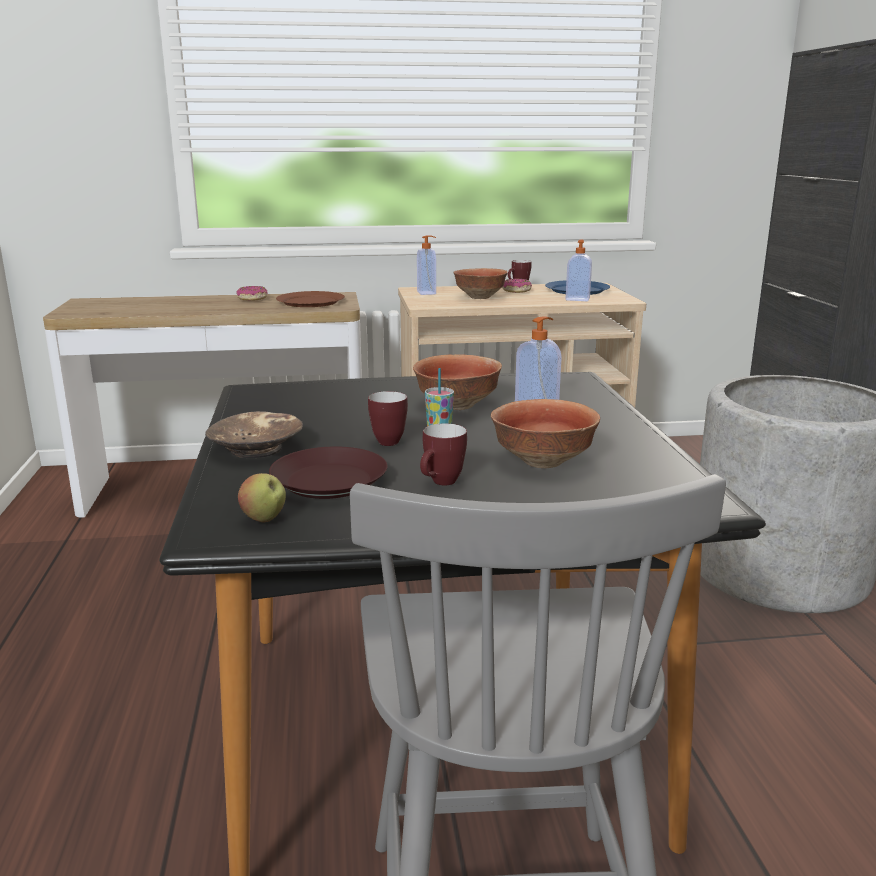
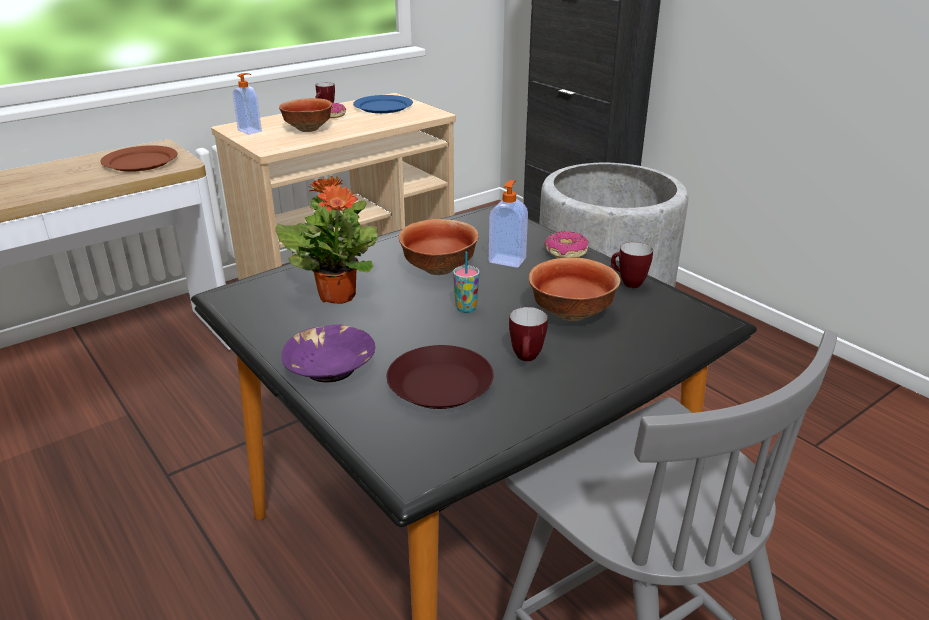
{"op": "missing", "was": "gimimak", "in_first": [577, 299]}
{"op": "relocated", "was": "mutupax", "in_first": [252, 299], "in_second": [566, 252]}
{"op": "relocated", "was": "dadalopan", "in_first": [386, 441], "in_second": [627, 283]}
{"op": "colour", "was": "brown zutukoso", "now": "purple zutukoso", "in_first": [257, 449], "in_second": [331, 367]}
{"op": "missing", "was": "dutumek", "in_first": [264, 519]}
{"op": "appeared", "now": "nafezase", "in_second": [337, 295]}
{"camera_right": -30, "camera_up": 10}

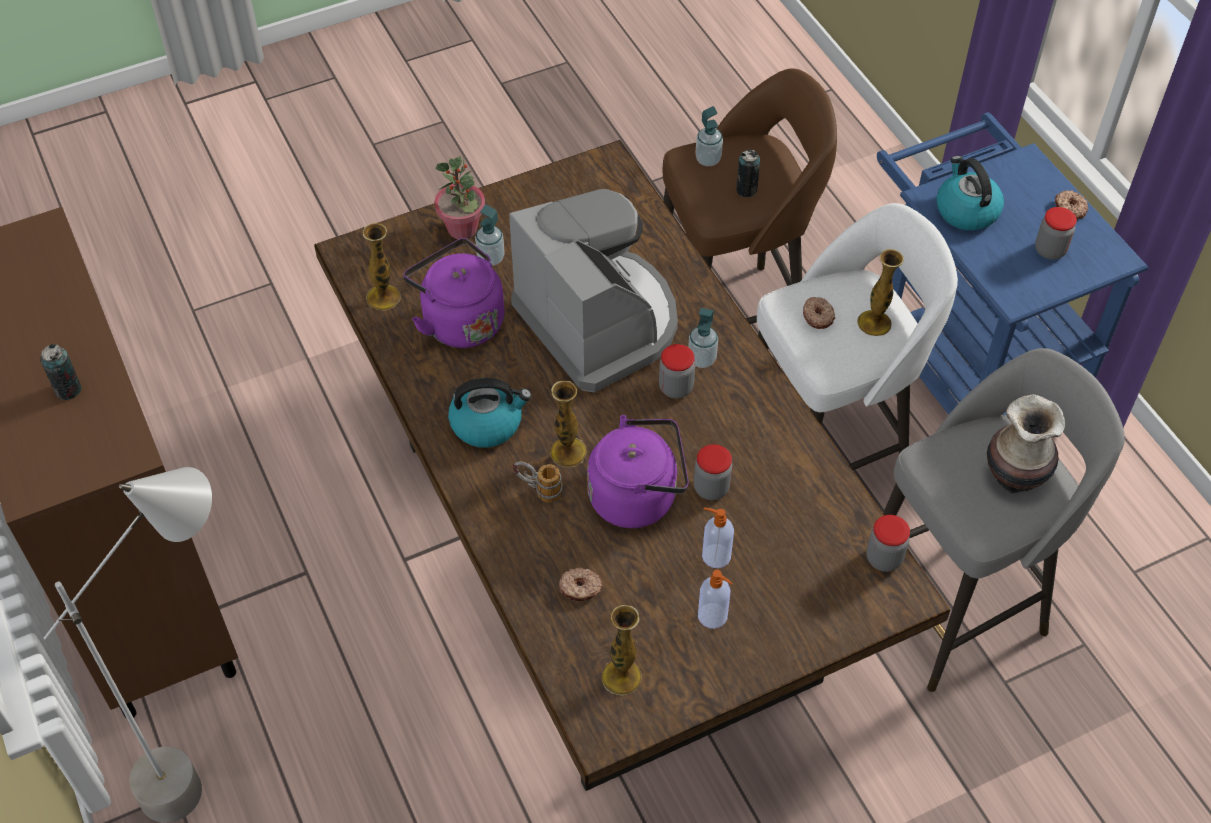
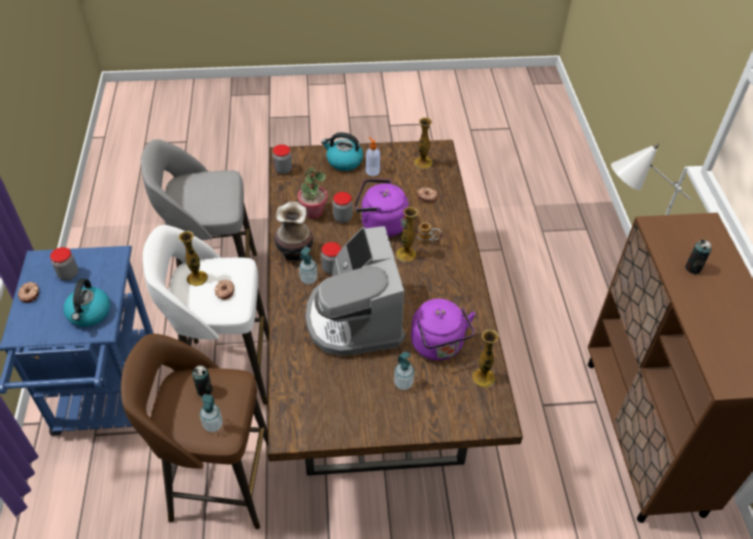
{"op": "relocated", "was": "nafezase", "in_first": [462, 229], "in_second": [313, 212]}
{"op": "relocated", "was": "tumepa", "in_first": [487, 423], "in_second": [343, 161]}
{"op": "relocated", "was": "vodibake", "in_first": [1016, 477], "in_second": [294, 252]}
{"op": "missing", "was": "gimimak", "in_first": [715, 556]}
{"camera_right": -160, "camera_up": -5}

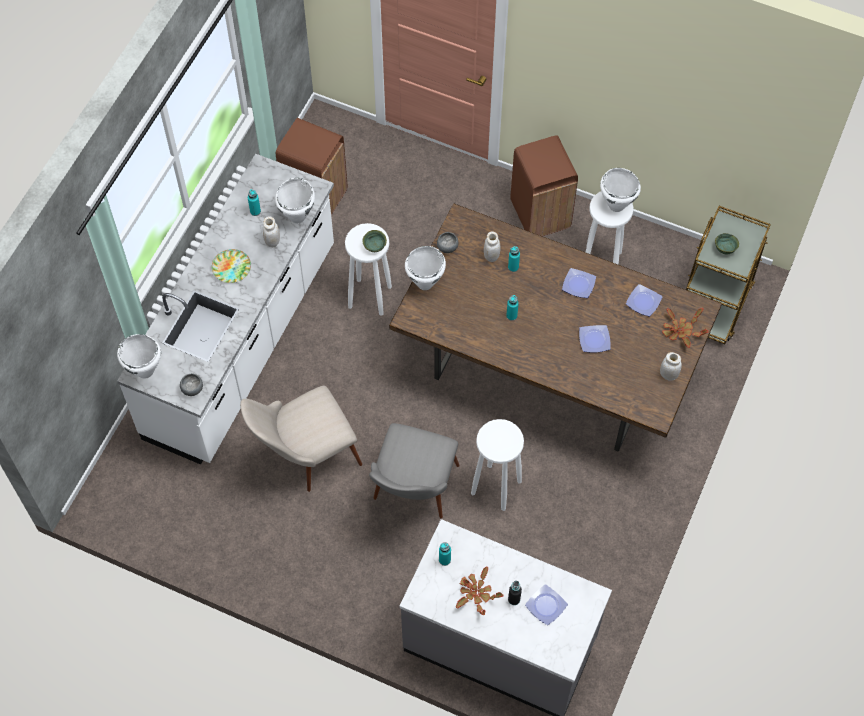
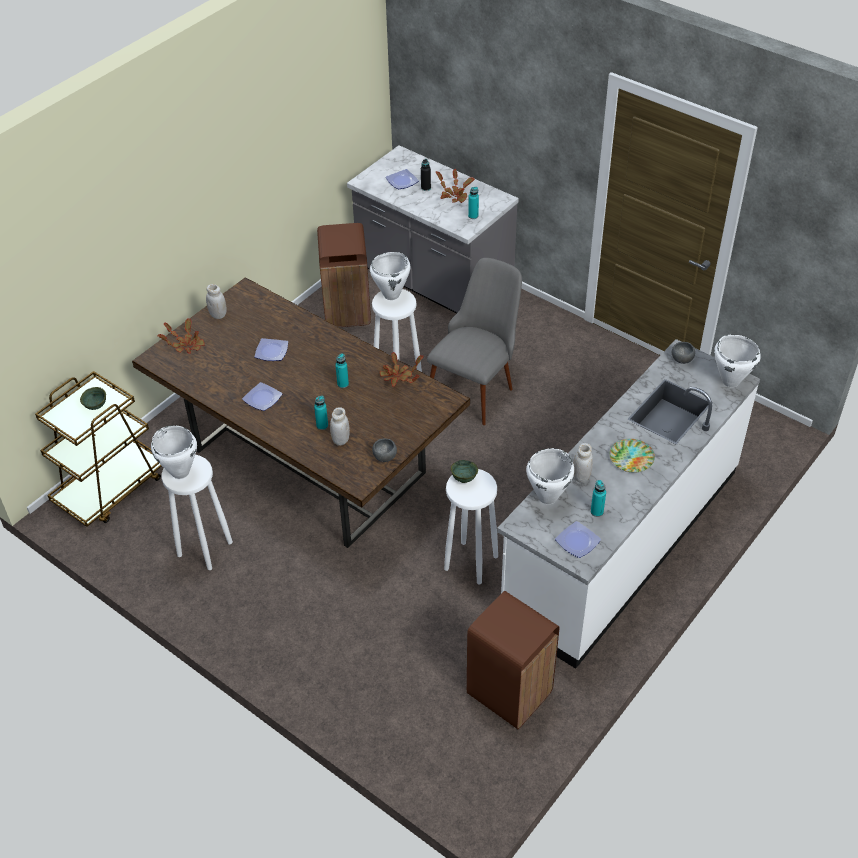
{"op": "relocated", "was": "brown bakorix", "in_first": [540, 215], "in_second": [347, 310]}
{"op": "relocated", "was": "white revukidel", "in_first": [424, 283], "in_second": [392, 295]}
{"op": "relocated", "was": "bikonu", "in_first": [643, 302], "in_second": [577, 541]}
{"op": "missing", "was": "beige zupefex", "in_first": [305, 457]}
{"op": "appeared", "now": "nafezase", "in_second": [398, 377]}
{"camera_right": -165, "camera_up": -15}

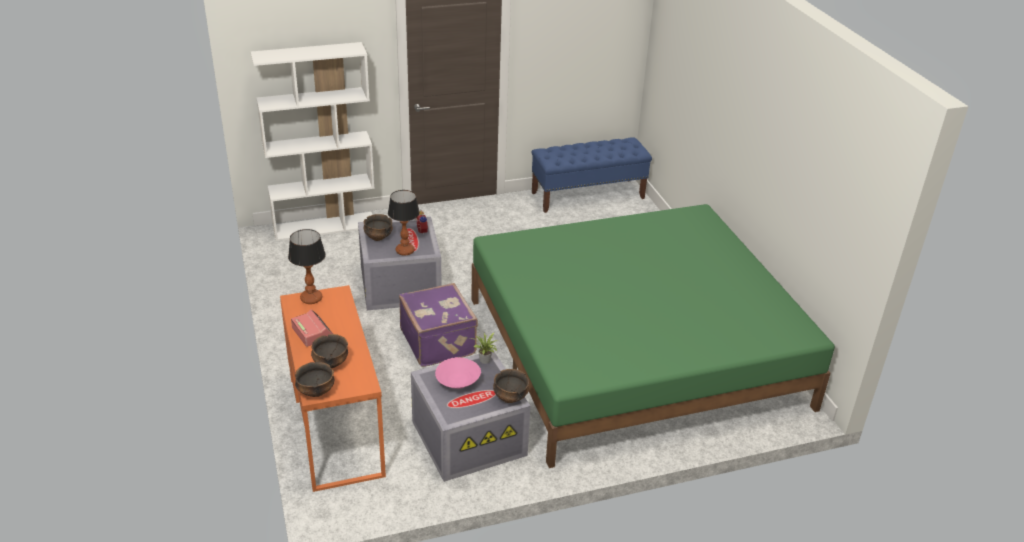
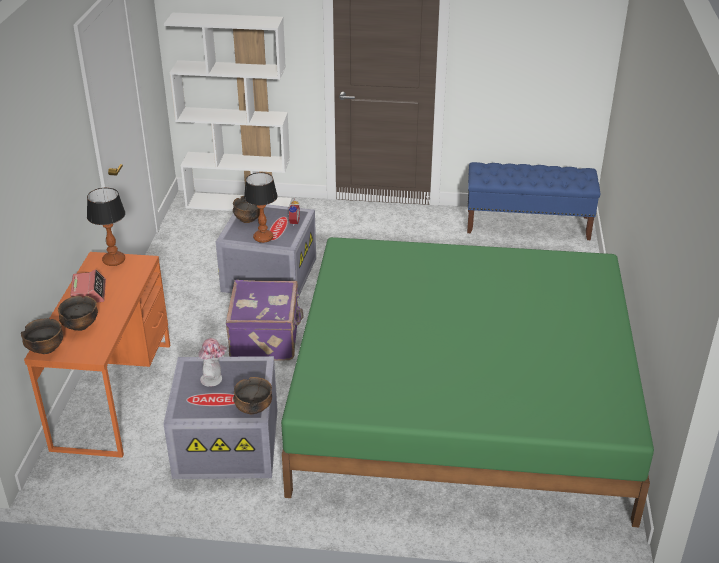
{"op": "missing", "was": "nafezase", "in_first": [485, 361]}
{"op": "exchanged", "was": "pink zutukoso", "now": "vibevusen", "in_first": [457, 382], "in_second": [214, 379]}
{"camera_right": 25, "camera_up": 0}

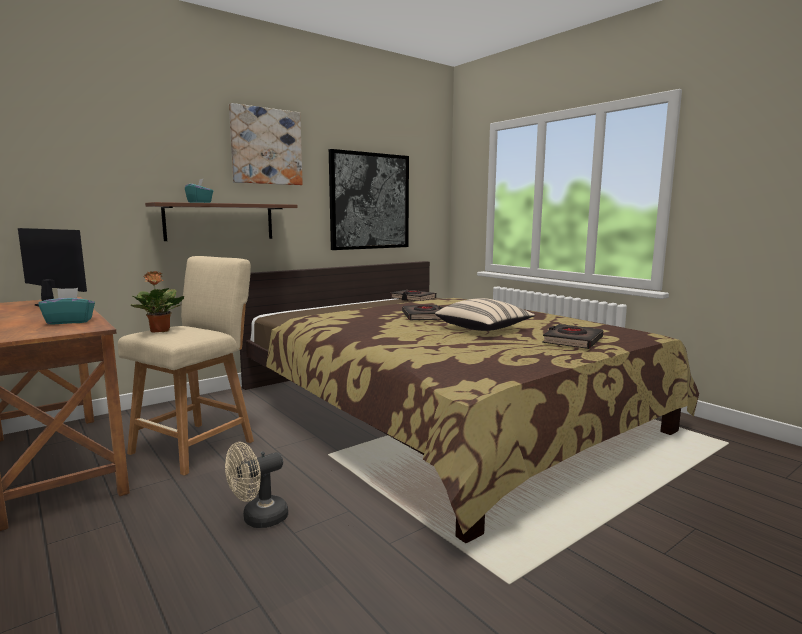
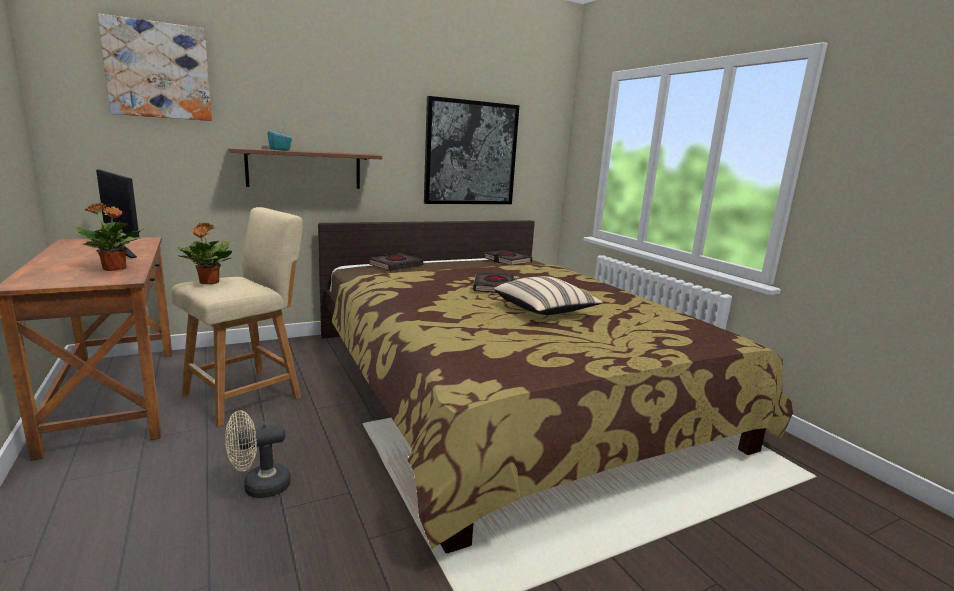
{"op": "relocated", "was": "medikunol", "in_first": [266, 146], "in_second": [158, 71]}
{"op": "exchanged", "was": "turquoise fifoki", "now": "nafezase", "in_first": [70, 321], "in_second": [115, 269]}
{"op": "relocated", "was": "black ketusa", "in_first": [572, 341], "in_second": [395, 266]}
{"camera_right": 10, "camera_up": 5}

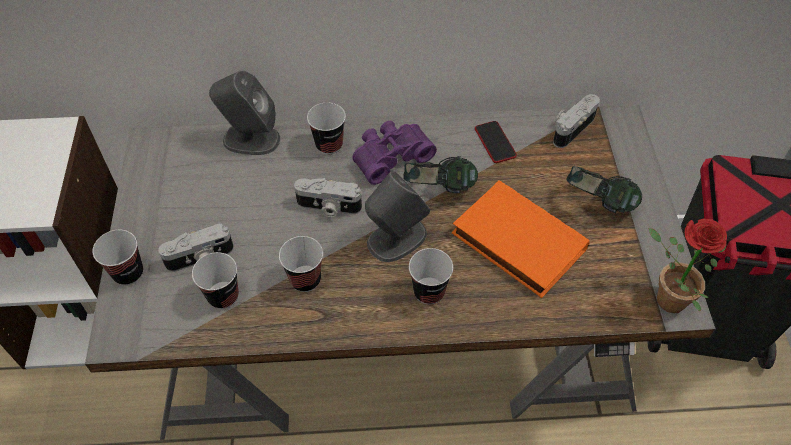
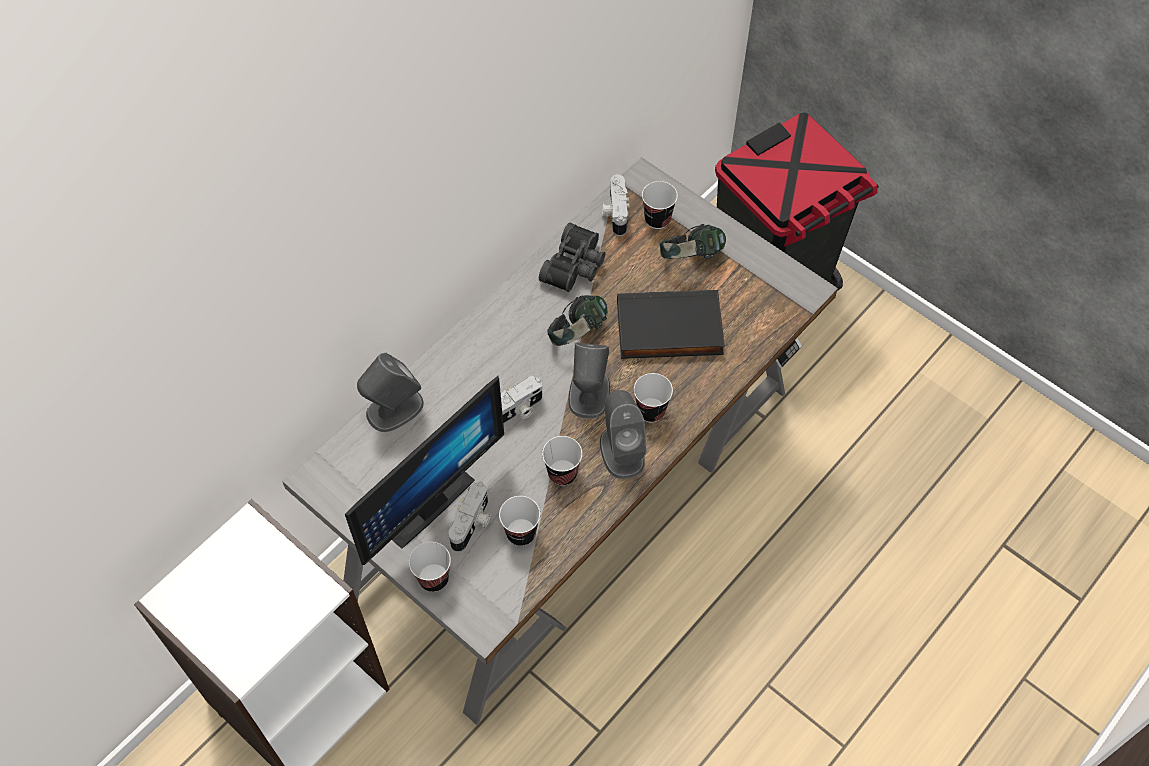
{"op": "relocated", "was": "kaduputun", "in_first": [329, 145], "in_second": [657, 219]}
{"op": "missing", "was": "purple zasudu", "in_first": [390, 156]}
{"op": "exchanged", "was": "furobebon", "now": "black zasudu", "in_first": [495, 142], "in_second": [576, 266]}
{"op": "colour", "was": "orange ketusa", "now": "black ketusa", "in_first": [516, 243], "in_second": [668, 330]}
{"op": "missing", "was": "nafezase", "in_first": [664, 298]}
{"op": "appeared", "now": "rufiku", "in_second": [424, 502]}
{"op": "appeared", "now": "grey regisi", "in_second": [621, 451]}
{"camera_right": -45, "camera_up": 5}

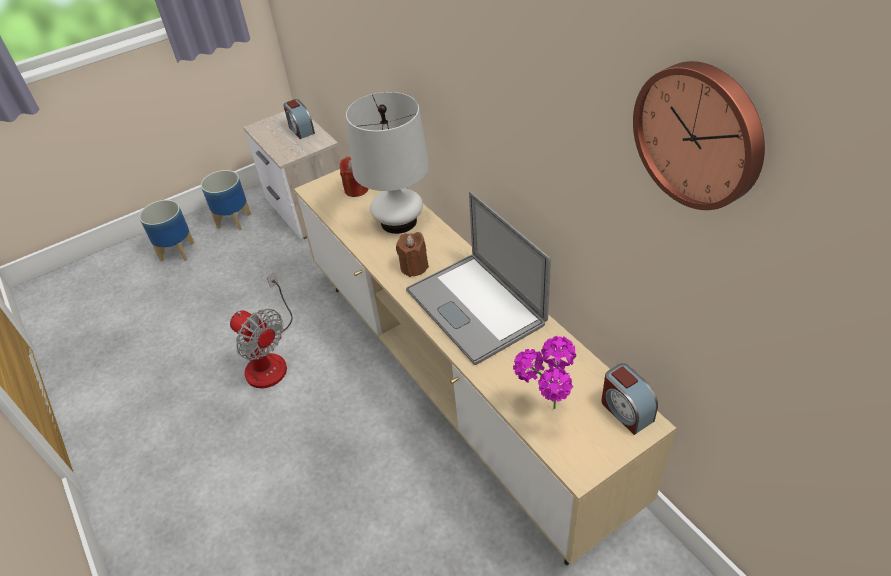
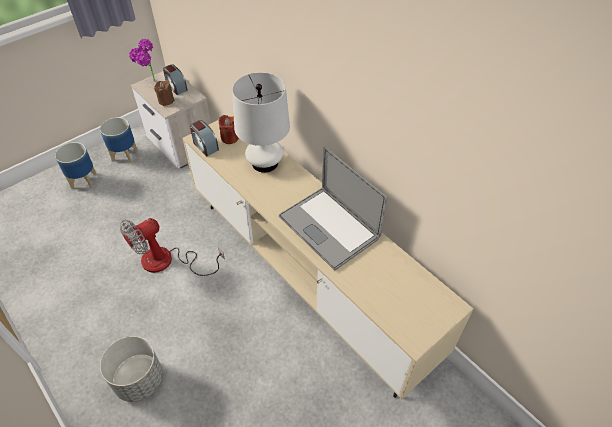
{"op": "missing", "was": "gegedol", "in_first": [700, 134]}
{"op": "relocated", "was": "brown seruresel", "in_first": [414, 267], "in_second": [166, 101]}
{"op": "spun", "was": "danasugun", "in_first": [269, 358], "in_second": [168, 262], "clockwise": 105}
{"op": "relocated", "was": "nafezase", "in_first": [545, 415], "in_second": [149, 82]}
{"op": "relocated", "was": "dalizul", "in_first": [625, 411], "in_second": [205, 146]}
{"op": "appeared", "now": "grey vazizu", "in_second": [139, 380]}
{"camera_right": -10, "camera_up": 5}

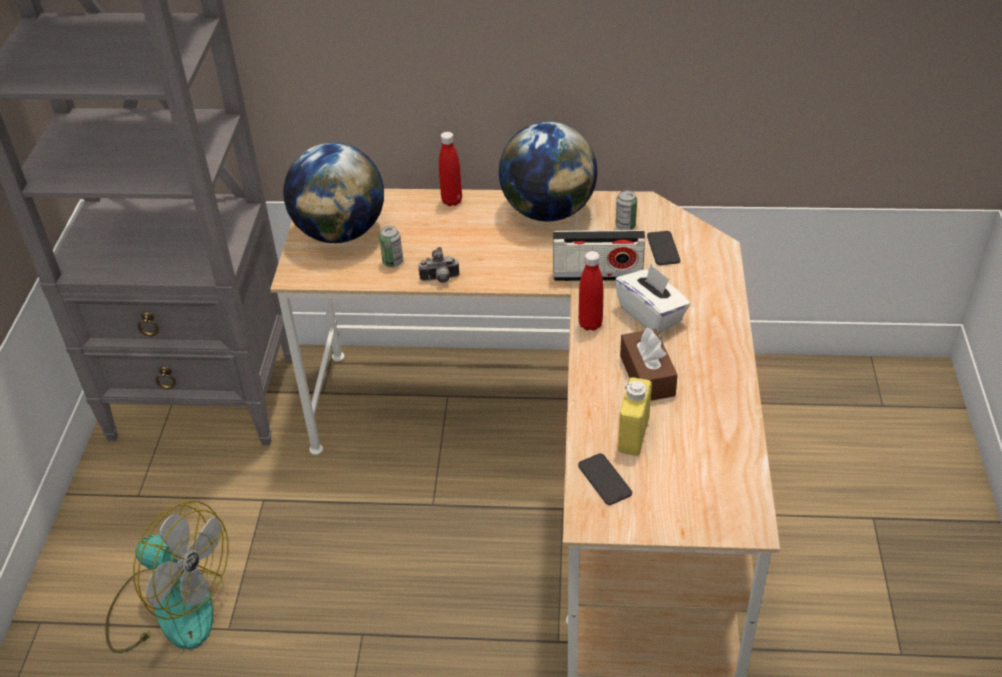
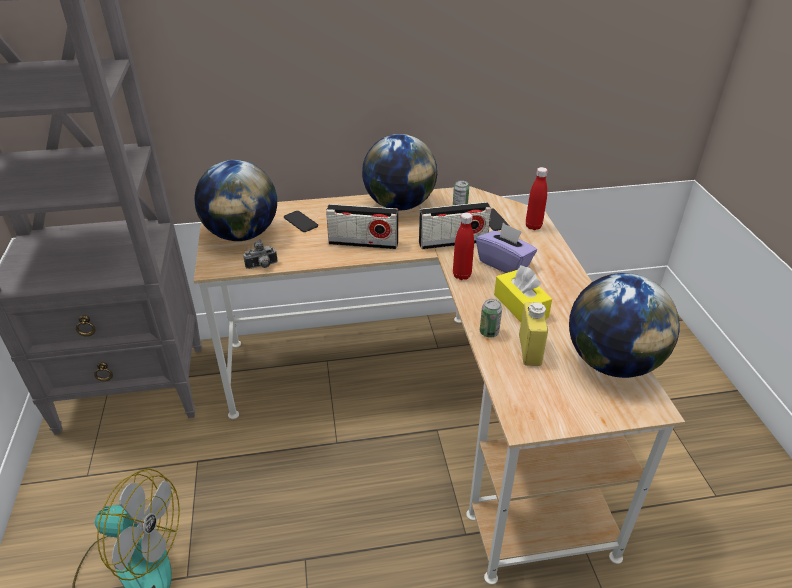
{"op": "relocated", "was": "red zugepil", "in_first": [452, 201], "in_second": [533, 226]}
{"op": "relocated", "was": "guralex", "in_first": [393, 262], "in_second": [489, 332]}
{"op": "relocated", "was": "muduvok", "in_first": [440, 280], "in_second": [262, 266]}
{"op": "colour", "was": "white fifoki", "now": "purple fifoki", "in_first": [651, 314], "in_second": [504, 263]}
{"op": "colour", "was": "brown fifoki", "now": "yellow fifoki", "in_first": [647, 375], "in_second": [520, 306]}
{"op": "relocated", "was": "furobebon", "in_first": [604, 479], "in_second": [300, 222]}
{"op": "appeared", "now": "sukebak", "in_second": [363, 243]}
{"op": "appeared", "now": "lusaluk", "in_second": [612, 362]}
{"camera_right": -15, "camera_up": -5}

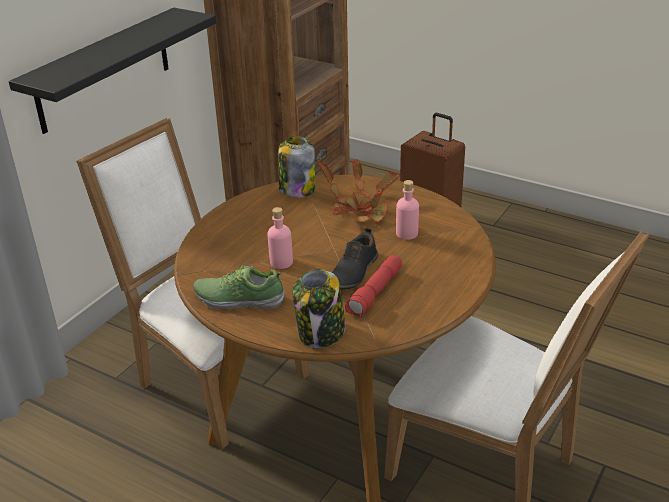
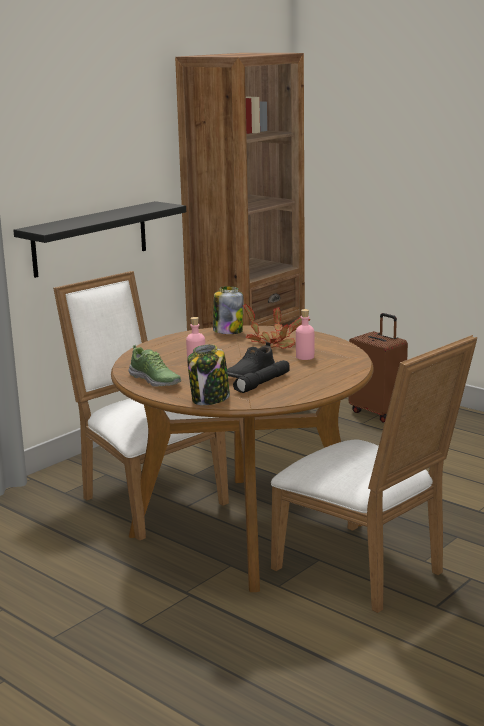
{"op": "colour", "was": "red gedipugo", "now": "black gedipugo", "in_first": [375, 293], "in_second": [263, 384]}
{"op": "spun", "was": "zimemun", "in_first": [239, 299], "in_second": [155, 381], "clockwise": -150}
{"camera_right": 10, "camera_up": -15}

